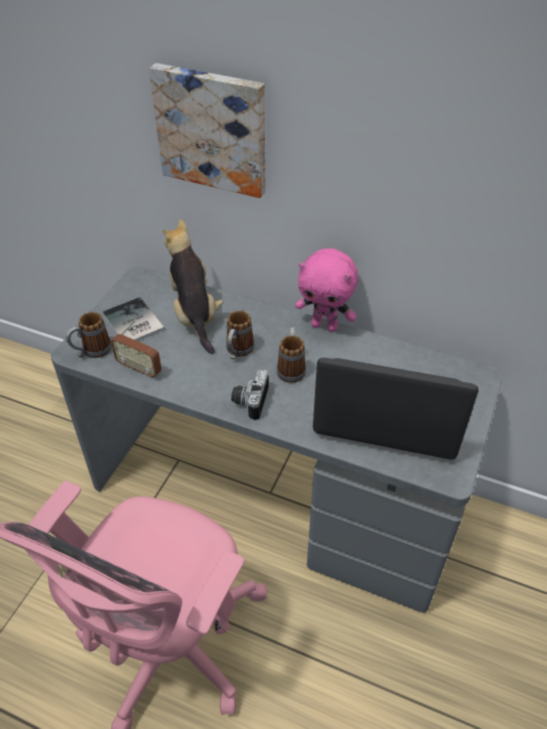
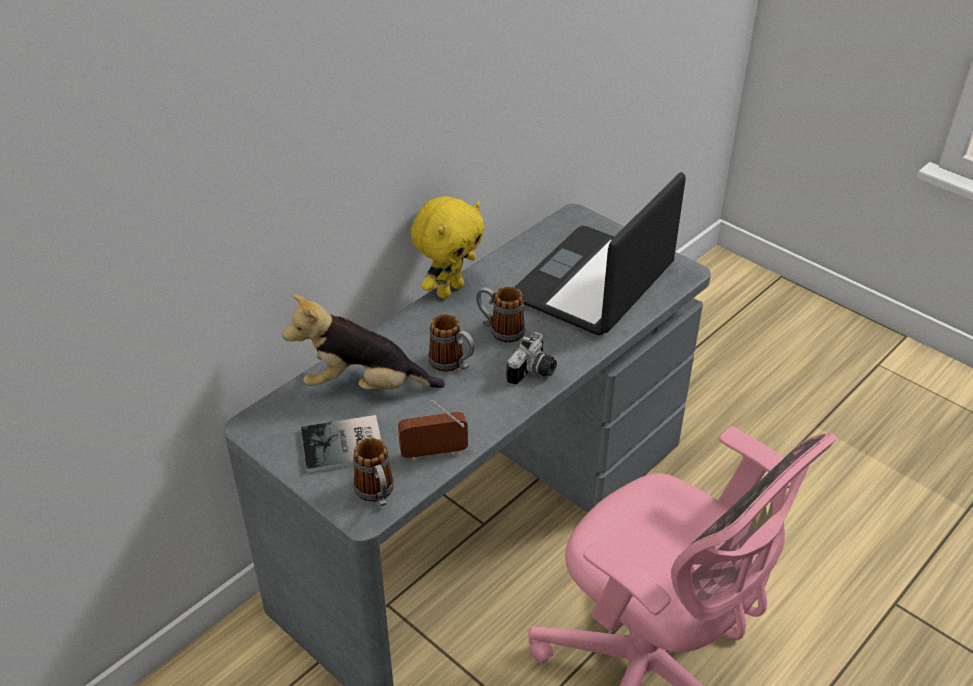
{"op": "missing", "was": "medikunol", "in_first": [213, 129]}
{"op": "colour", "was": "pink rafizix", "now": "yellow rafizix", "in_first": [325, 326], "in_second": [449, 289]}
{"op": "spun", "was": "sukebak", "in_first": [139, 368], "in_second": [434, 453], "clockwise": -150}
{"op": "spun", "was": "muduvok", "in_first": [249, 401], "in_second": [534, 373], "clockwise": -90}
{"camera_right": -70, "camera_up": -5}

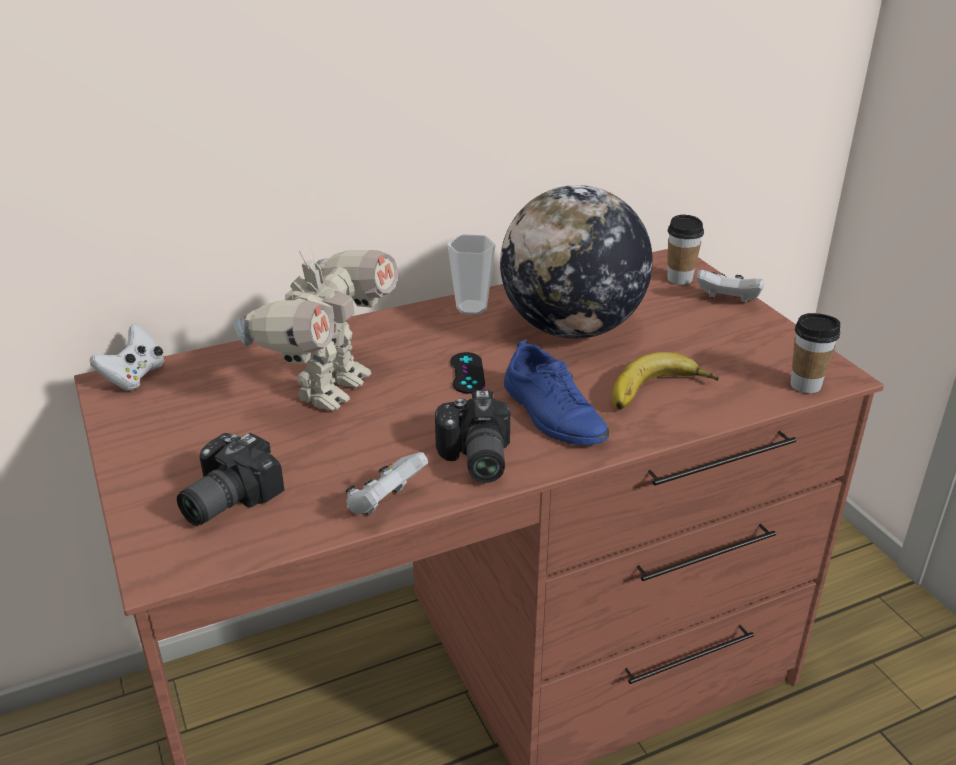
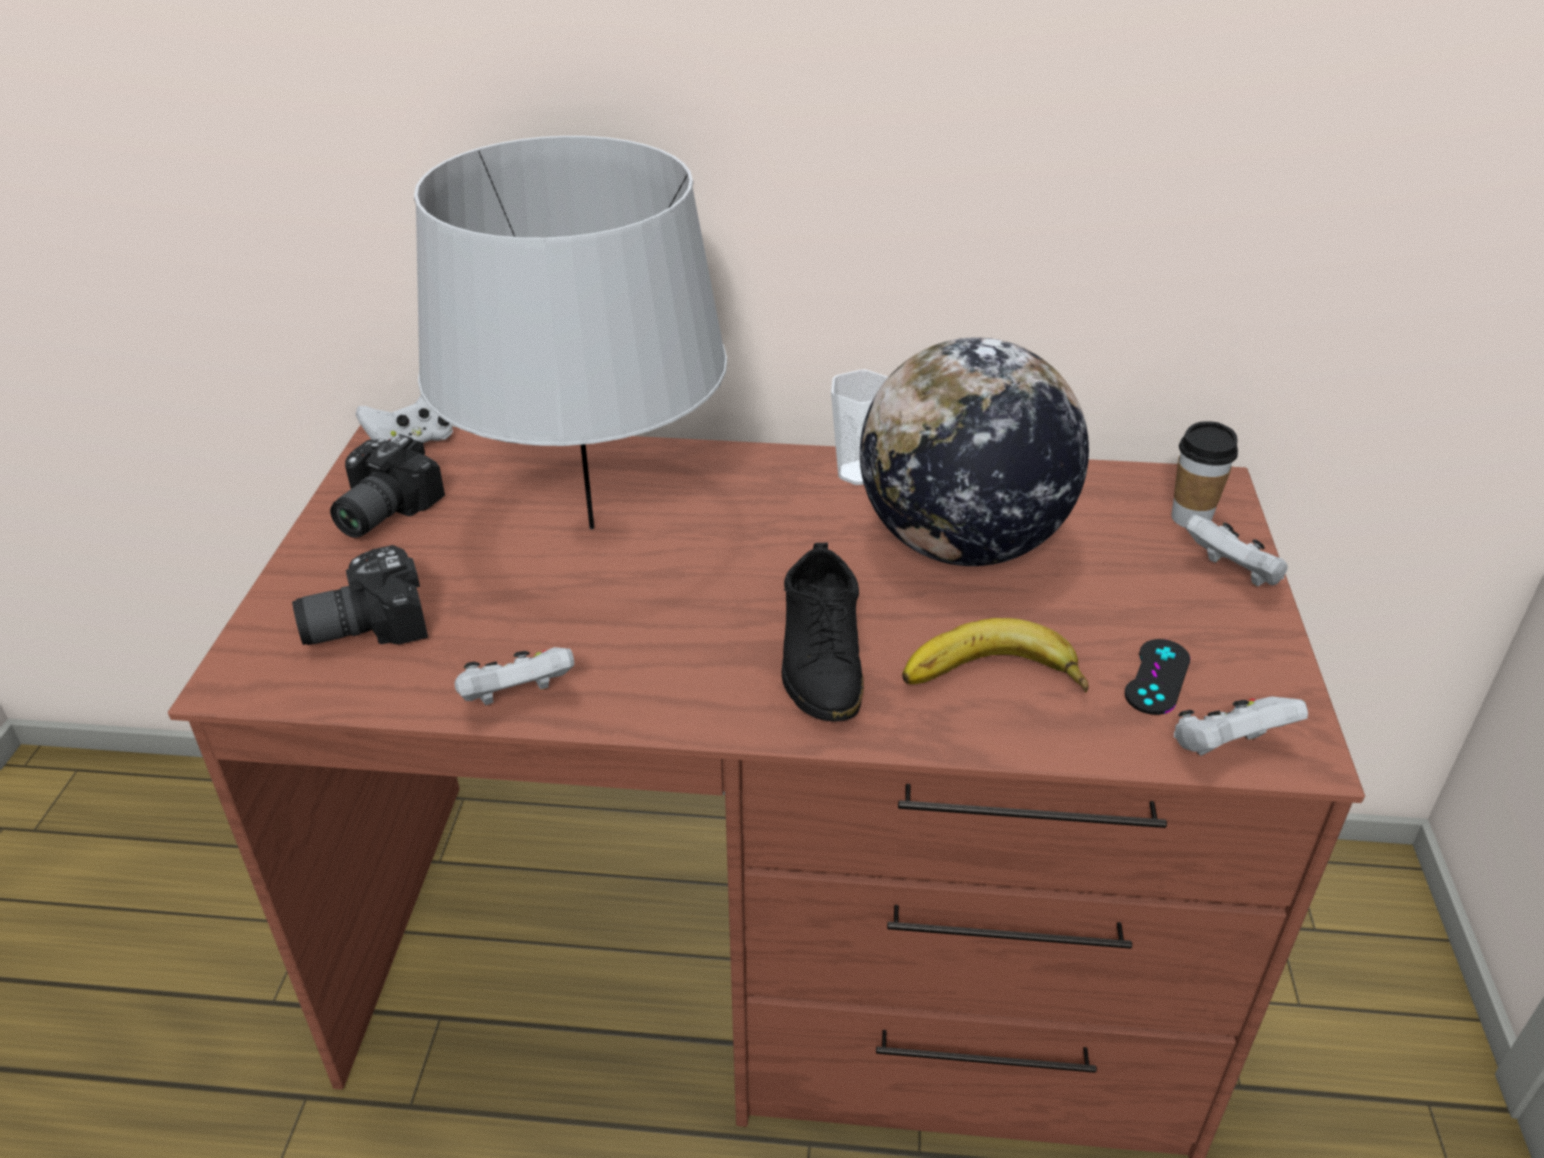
{"op": "exchanged", "was": "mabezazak", "now": "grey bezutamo", "in_first": [329, 388], "in_second": [592, 527]}
{"op": "exchanged", "was": "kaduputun", "now": "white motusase", "in_first": [805, 385], "in_second": [1227, 748]}
{"op": "colour", "was": "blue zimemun", "now": "black zimemun", "in_first": [552, 413], "in_second": [821, 656]}
{"op": "relocated", "was": "black motusase", "in_first": [467, 373], "in_second": [1157, 677]}
{"op": "relocated", "was": "muduvok", "in_first": [473, 459], "in_second": [379, 512]}
{"camera_right": 30, "camera_up": 5}

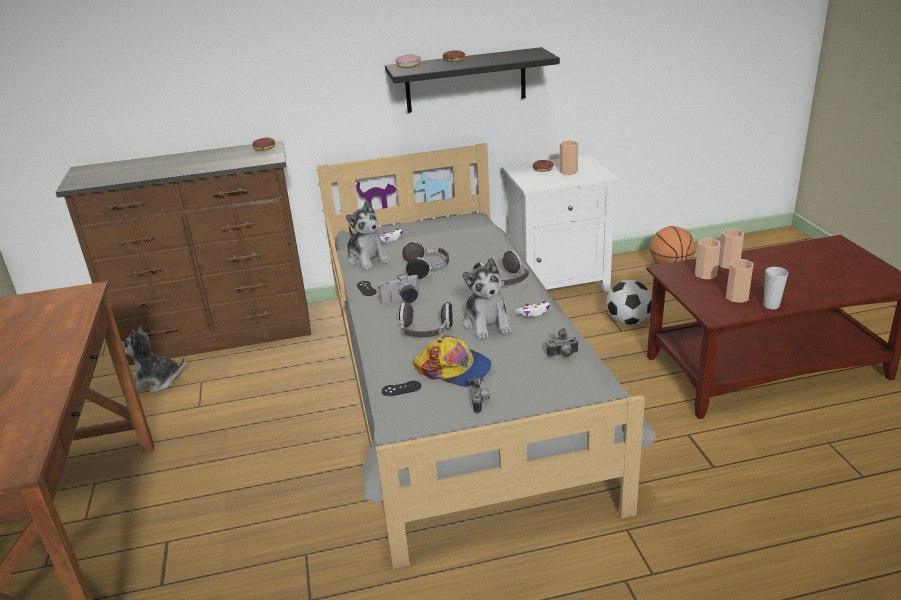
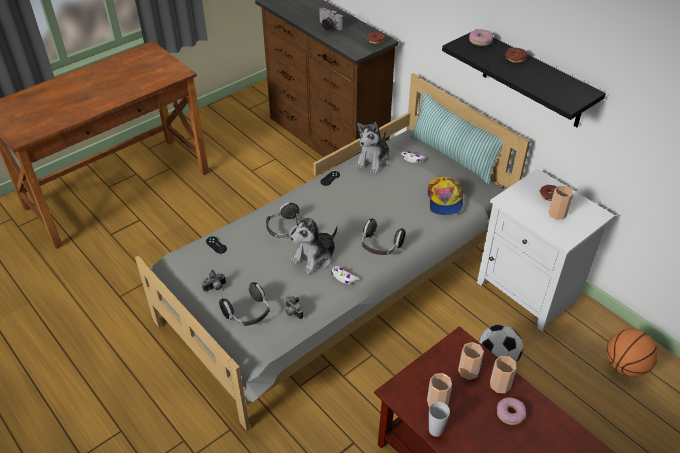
{"op": "relocated", "was": "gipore", "in_first": [427, 270], "in_second": [248, 314]}
{"op": "relocated", "was": "muduvok", "in_first": [402, 300], "in_second": [328, 27]}
{"op": "missing", "was": "rafizix", "in_first": [156, 382]}
{"op": "relocated", "was": "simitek", "in_first": [454, 369], "in_second": [444, 200]}
{"op": "appeared", "now": "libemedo", "in_second": [452, 156]}
{"op": "appeared", "now": "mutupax", "in_second": [510, 413]}
{"camera_right": 60, "camera_up": 15}

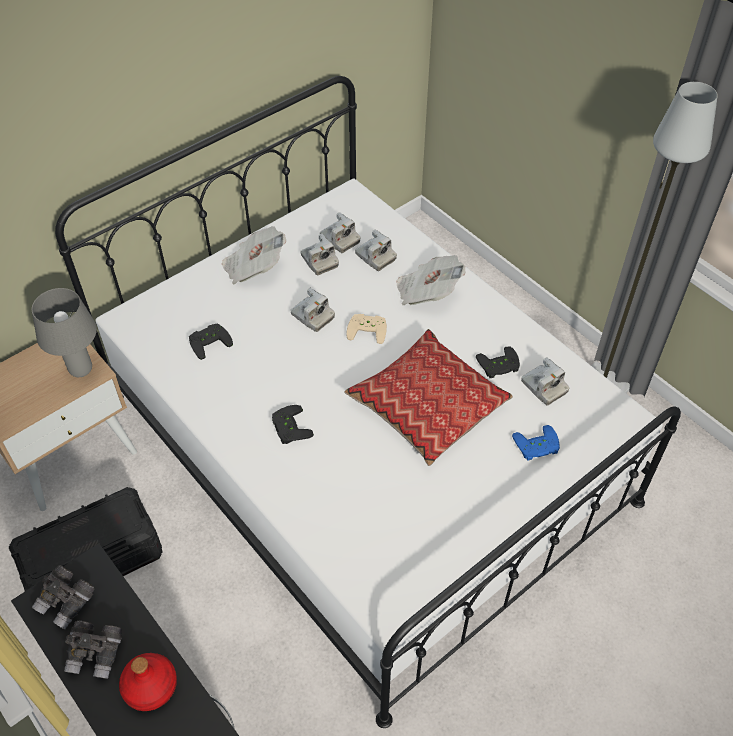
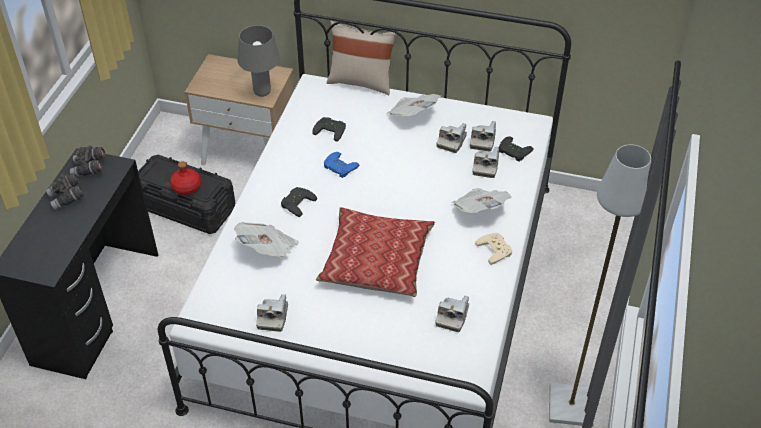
{"op": "relocated", "was": "muduvok", "in_first": [312, 316], "in_second": [273, 317]}
{"op": "relocated", "was": "beige motusase", "in_first": [368, 329], "in_second": [496, 249]}
{"op": "relocated", "was": "black motusase", "in_first": [499, 366], "in_second": [513, 152]}
{"op": "relocated", "was": "blue motusase", "in_first": [537, 447], "in_second": [338, 167]}
{"op": "relocated", "was": "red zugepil", "in_first": [150, 686], "in_second": [186, 187]}
{"op": "appeared", "now": "beige libemedo", "in_second": [361, 82]}
{"op": "appeared", "now": "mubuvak", "in_second": [268, 250]}
{"camera_right": 55, "camera_up": -5}

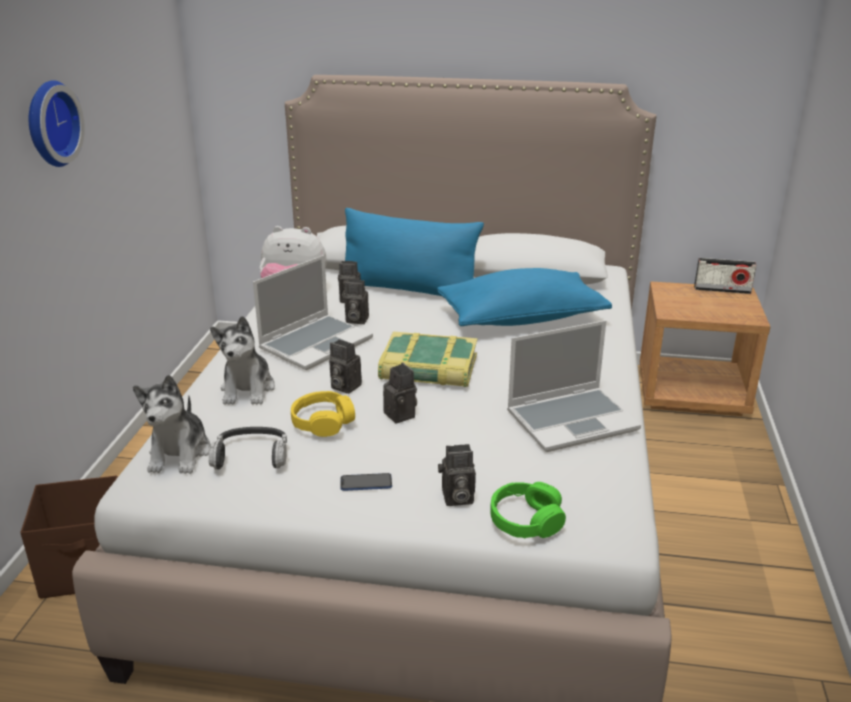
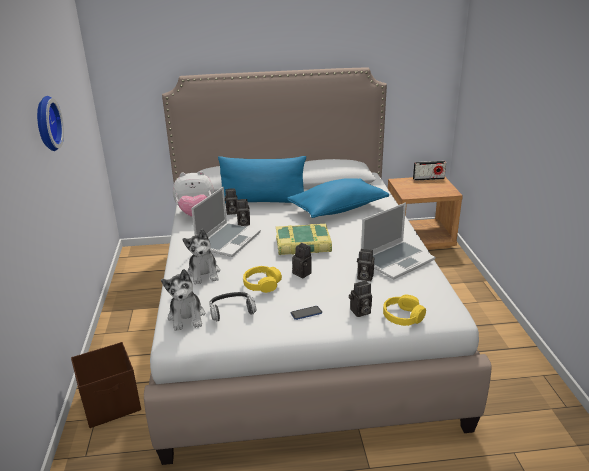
{"op": "relocated", "was": "muduvok", "in_first": [343, 386], "in_second": [364, 277]}
{"op": "colour", "was": "green gipore", "now": "yellow gipore", "in_first": [526, 520], "in_second": [403, 316]}
{"camera_right": -15, "camera_up": 0}

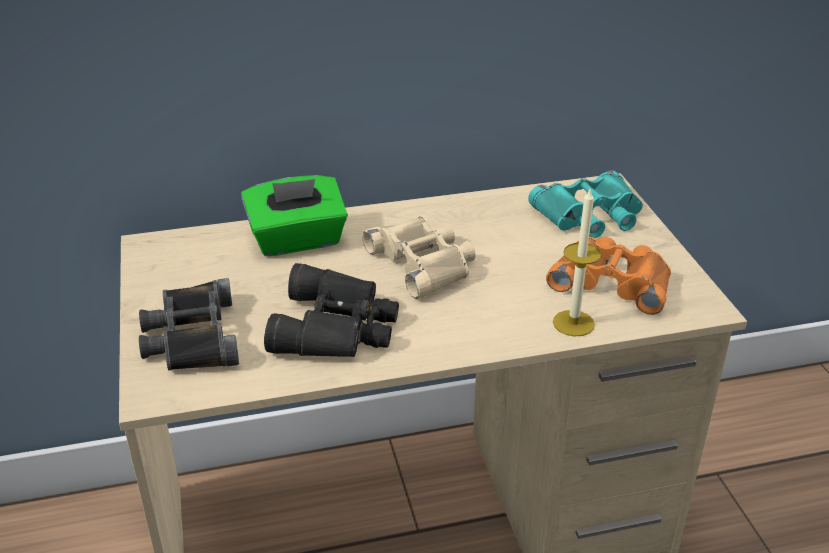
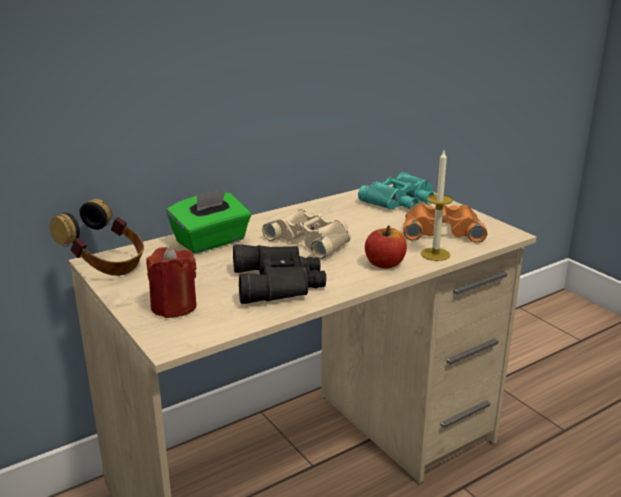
{"op": "exchanged", "was": "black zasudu", "now": "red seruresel", "in_first": [191, 337], "in_second": [174, 306]}
{"op": "appeared", "now": "gipore", "in_second": [106, 266]}
{"op": "appeared", "now": "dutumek", "in_second": [385, 264]}
{"camera_right": -20, "camera_up": -10}

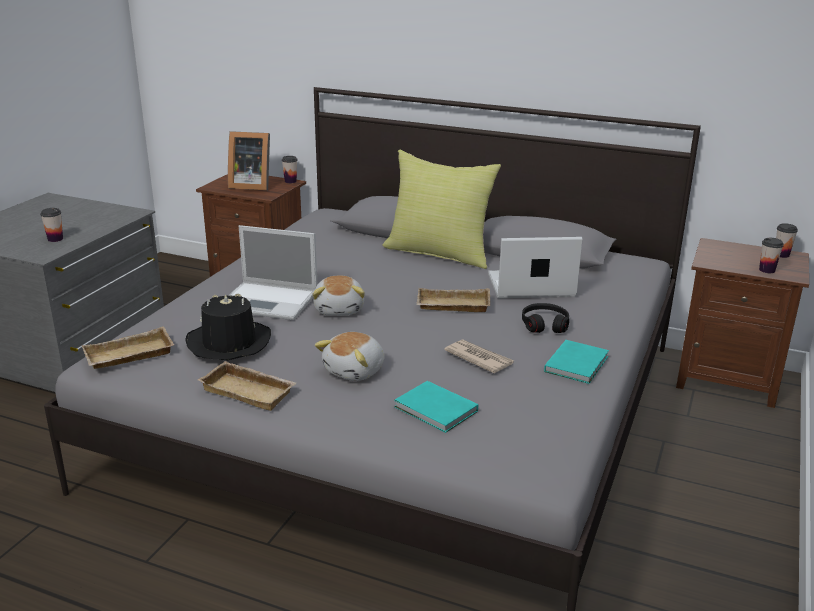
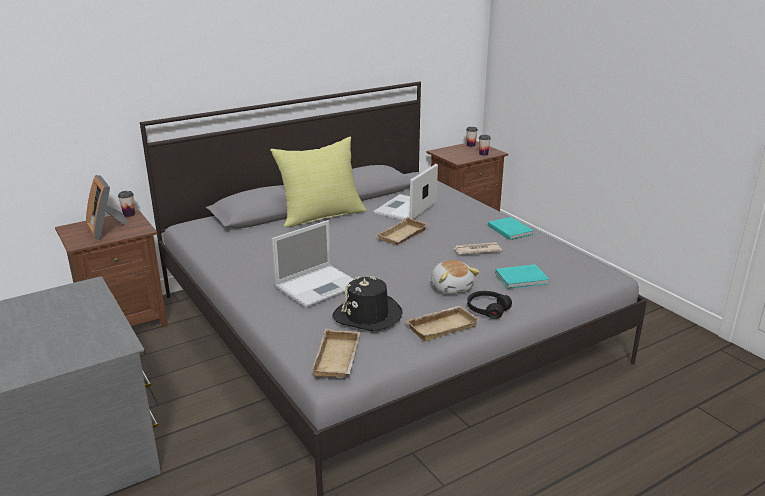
{"op": "spun", "was": "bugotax", "in_first": [250, 185], "in_second": [107, 229], "clockwise": 105}
{"op": "missing", "was": "kaduputun", "in_first": [55, 239]}
{"op": "missing", "was": "rafizix", "in_first": [340, 309]}
{"op": "relocated", "was": "black gipore", "in_first": [544, 324], "in_second": [487, 309]}
{"camera_right": -55, "camera_up": 0}

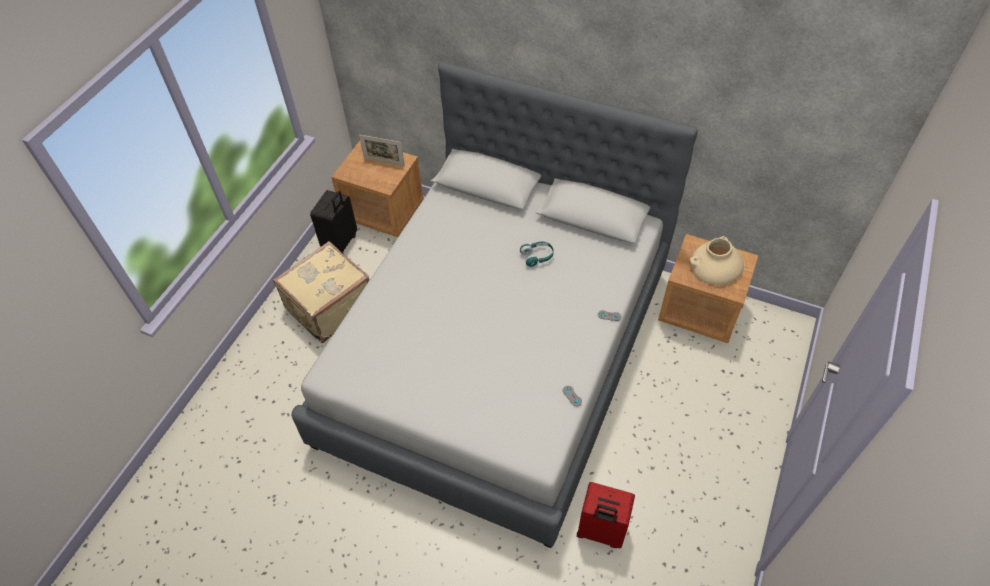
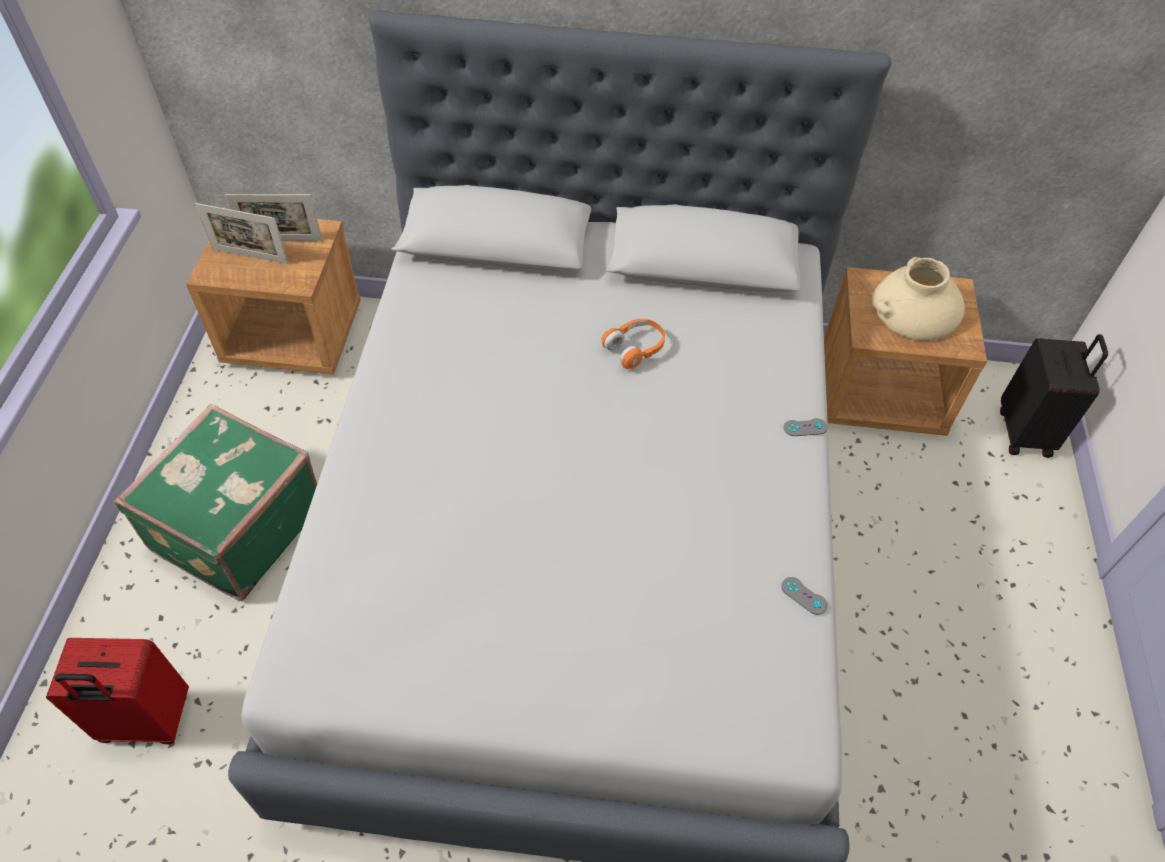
{"op": "relocated", "was": "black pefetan", "in_first": [341, 243], "in_second": [1026, 432]}
{"op": "colour", "was": "beige pefetan", "now": "green pefetan", "in_first": [328, 306], "in_second": [236, 527]}
{"op": "colour", "was": "turquoise gipore", "now": "orange gipore", "in_first": [537, 256], "in_second": [635, 349]}
{"op": "relocated", "was": "red pefetan", "in_first": [600, 531], "in_second": [146, 721]}
{"op": "appeared", "now": "bugotax", "in_second": [250, 256]}
{"camera_right": -20, "camera_up": 0}

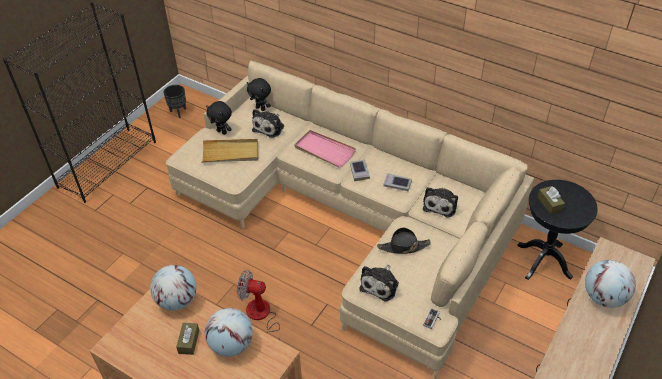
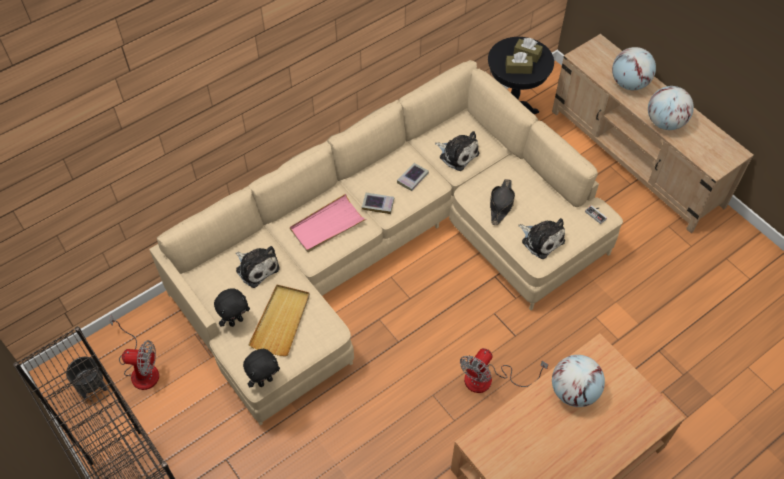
{"op": "relocated", "was": "black rafizix", "in_first": [261, 108], "in_second": [265, 381]}
{"op": "relocated", "was": "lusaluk", "in_first": [177, 300], "in_second": [664, 122]}
{"op": "relocated", "was": "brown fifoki", "in_first": [189, 341], "in_second": [527, 54]}
{"op": "appeared", "now": "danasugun", "in_second": [141, 368]}
{"camera_right": -70, "camera_up": 10}

